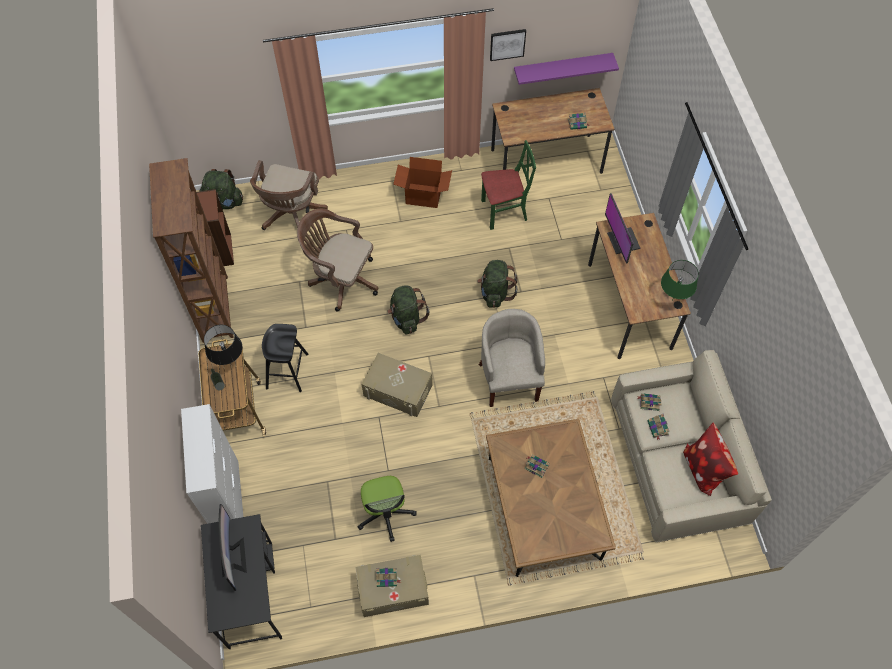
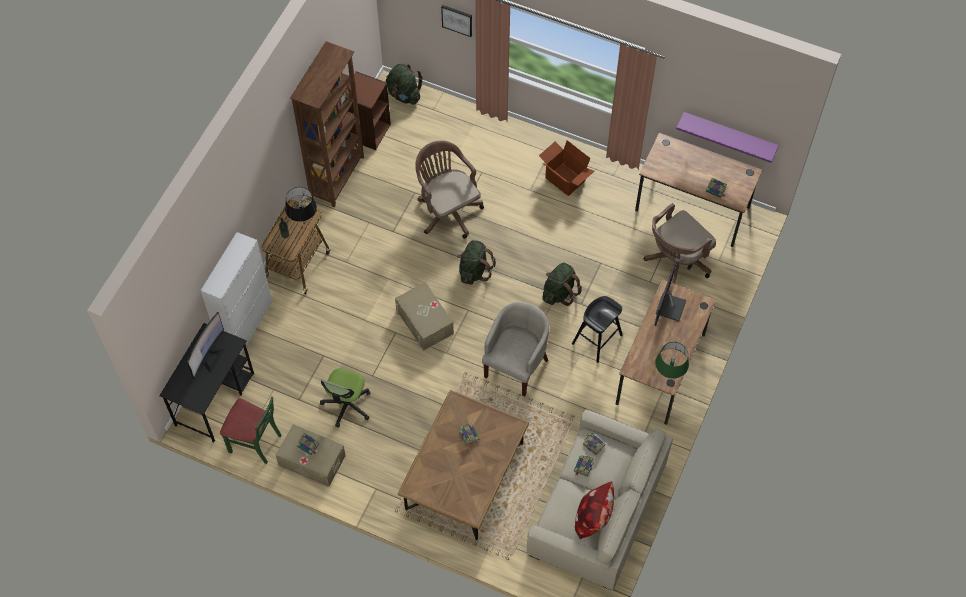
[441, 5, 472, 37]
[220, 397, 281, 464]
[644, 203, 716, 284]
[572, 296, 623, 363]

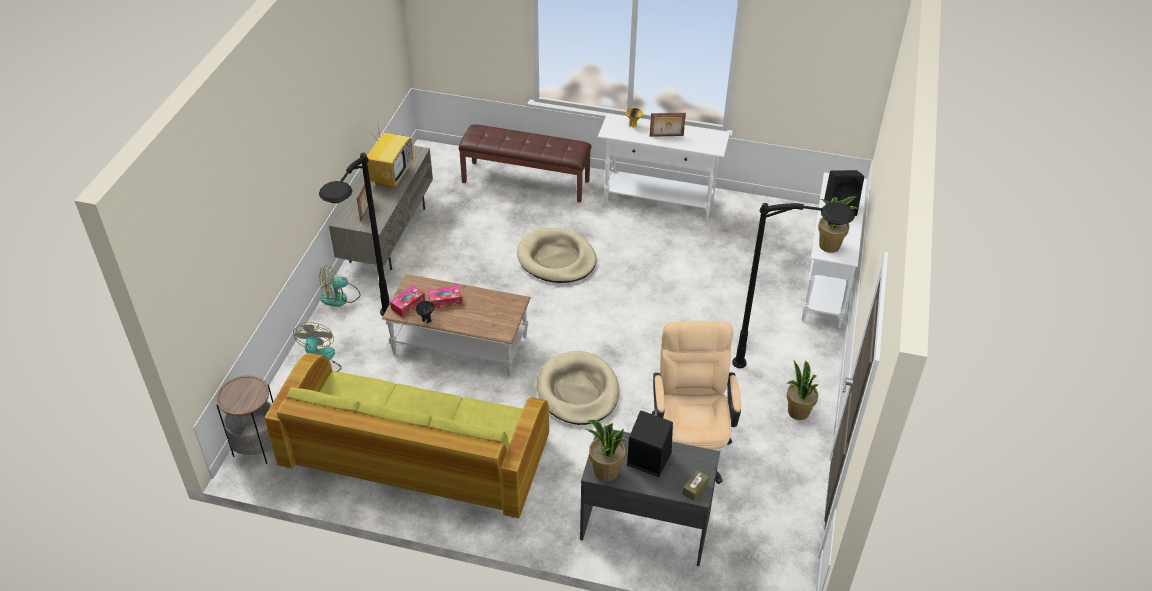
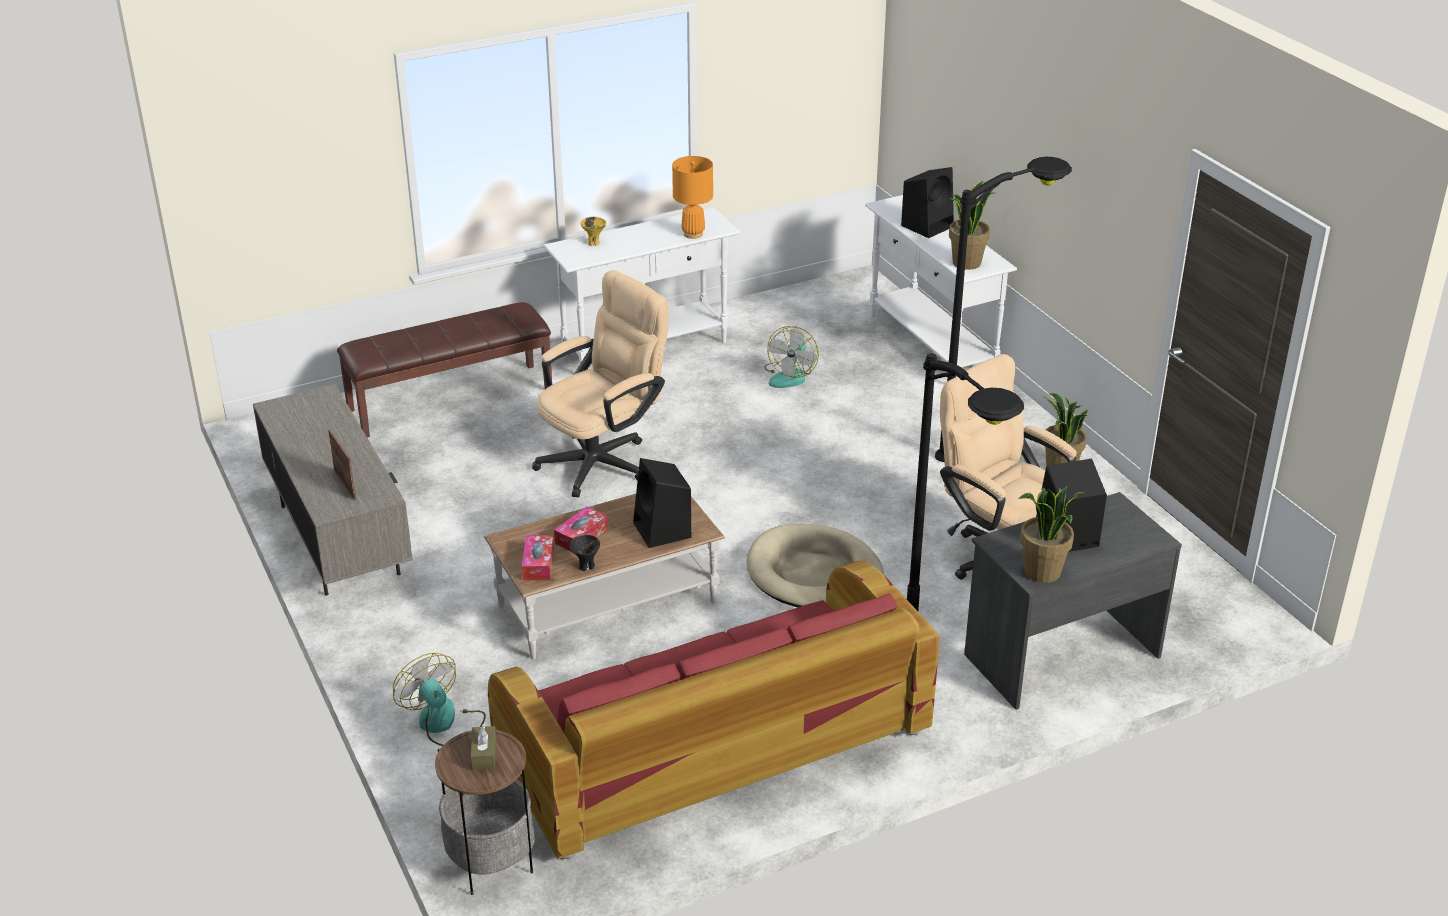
[367, 113, 413, 188] (first image)
[650, 113, 686, 137] (first image)
[907, 353, 1024, 611]
[532, 270, 669, 497]
[764, 326, 819, 388]
[488, 561, 940, 859]
[470, 724, 496, 770]
[672, 156, 713, 239]
[633, 458, 692, 548]

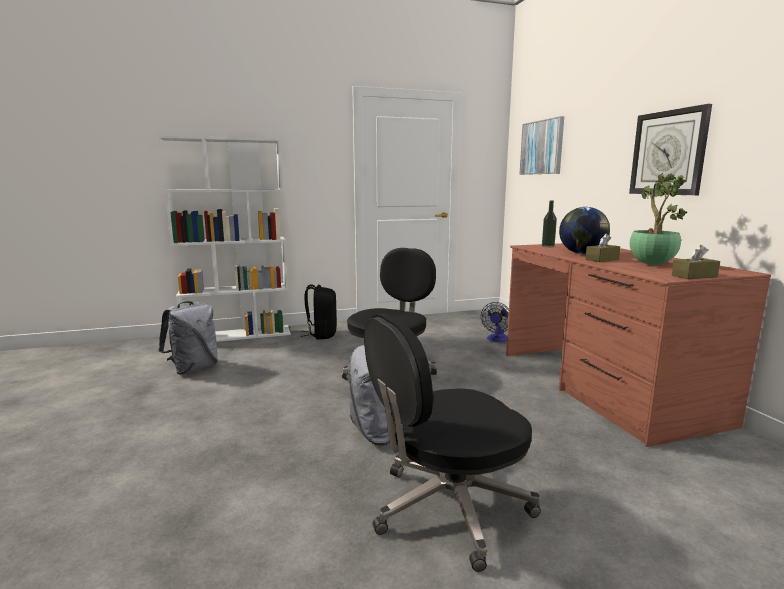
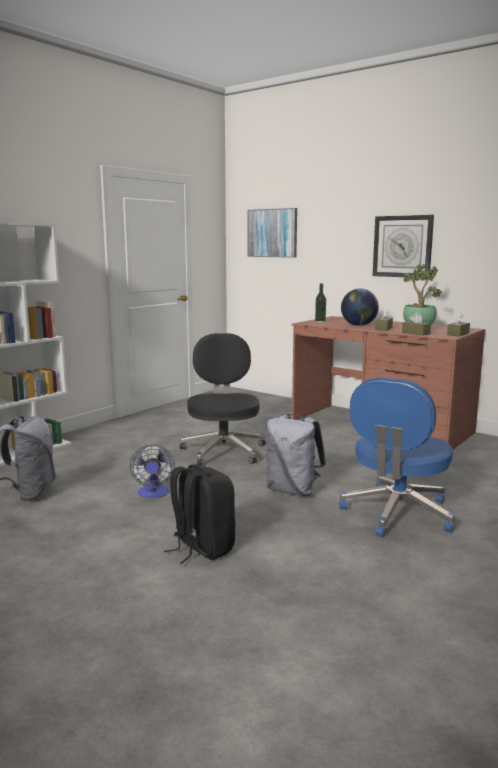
[164, 464, 236, 564]
[130, 445, 175, 498]
[339, 377, 456, 537]
[402, 313, 431, 336]

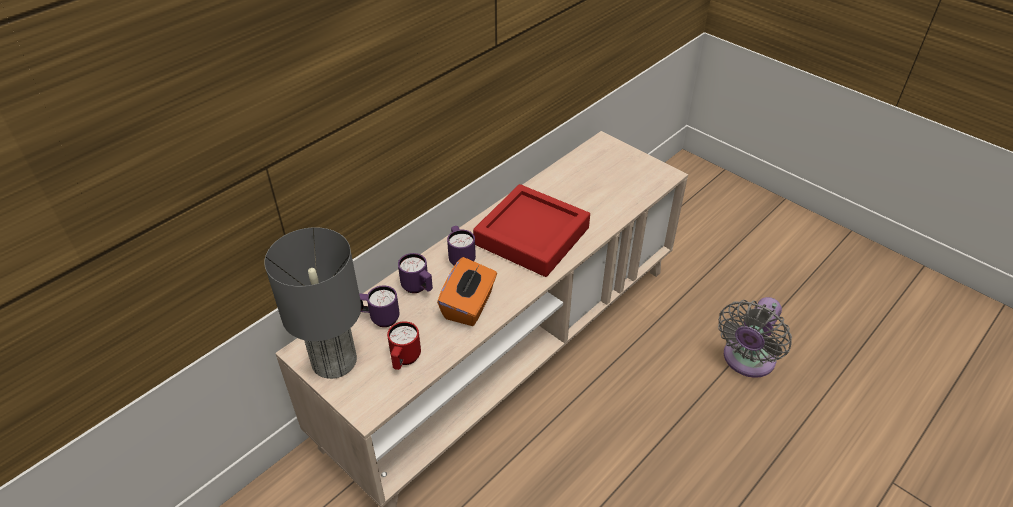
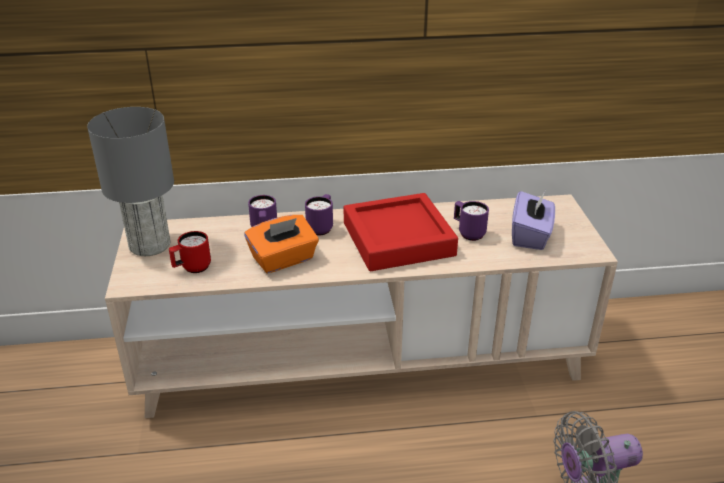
[454, 201, 489, 241]
[512, 191, 555, 250]

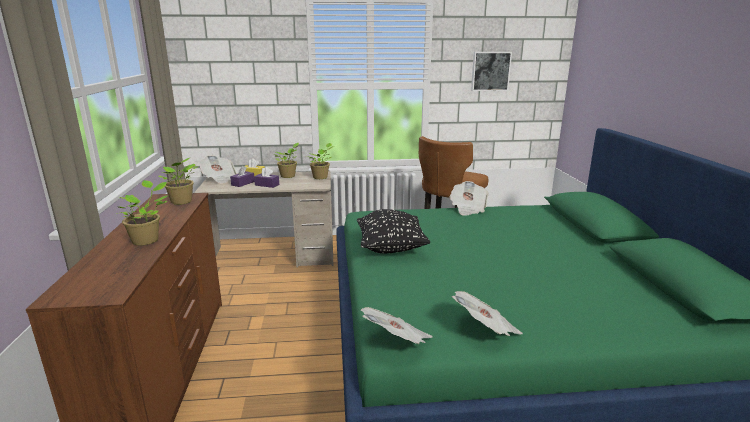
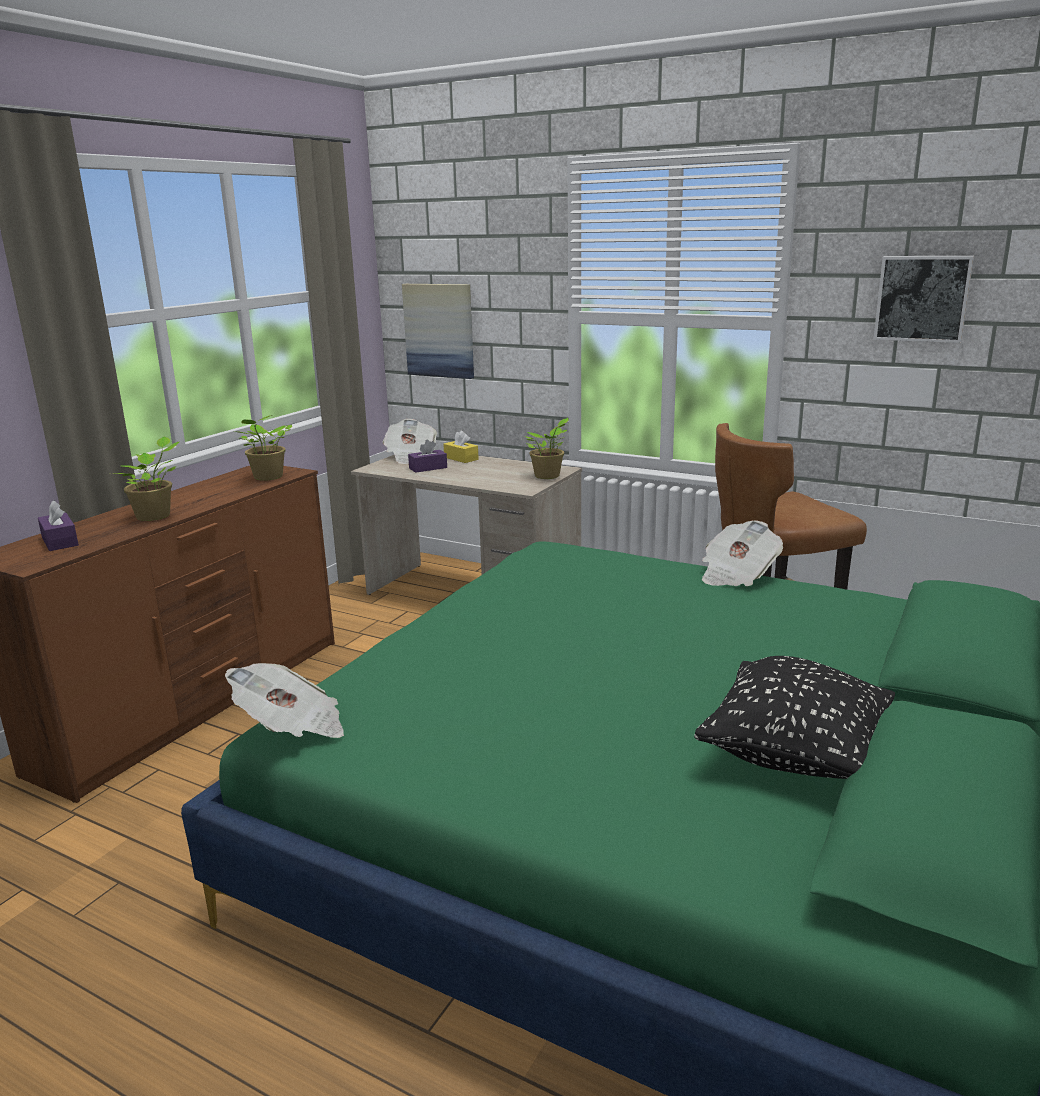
[273, 143, 299, 178] (first image)
[38, 500, 79, 551]
[694, 656, 895, 779]
[452, 291, 523, 336] (first image)
[402, 284, 474, 379]

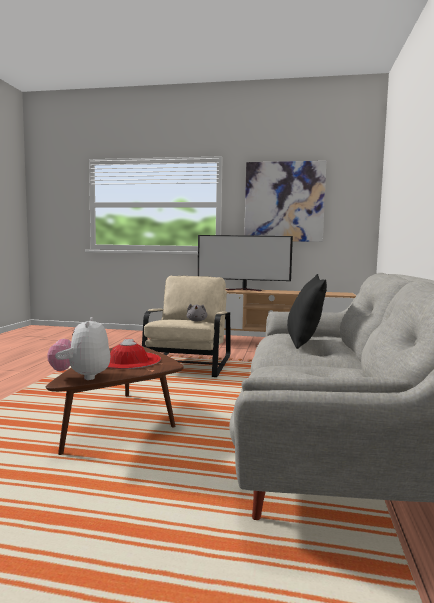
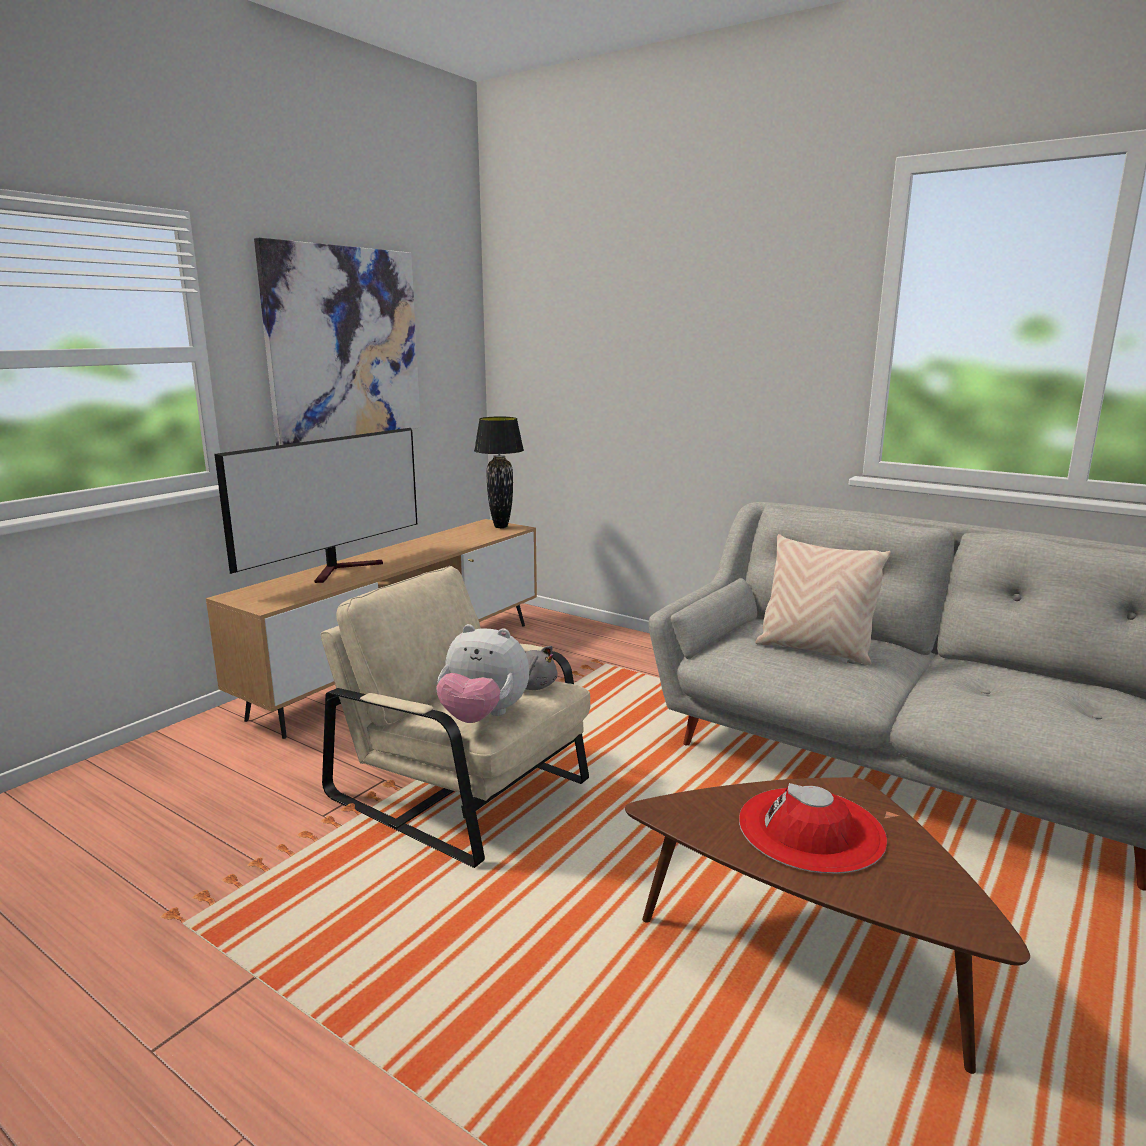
[755, 534, 891, 665]
[436, 624, 529, 723]
[474, 417, 524, 528]

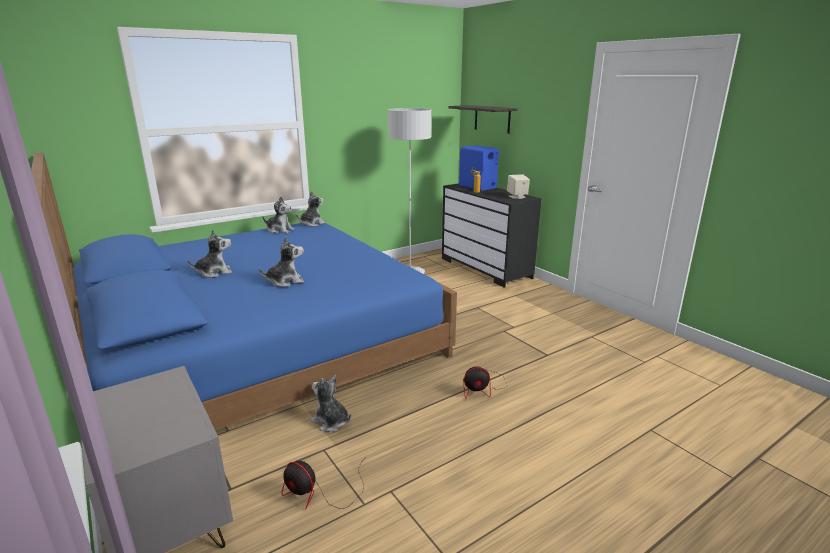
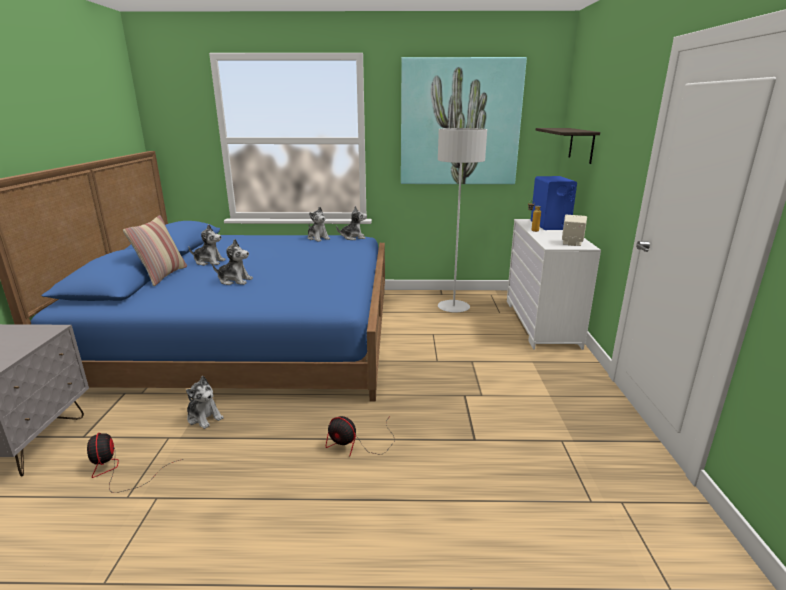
[507, 219, 601, 350]
[186, 376, 224, 429]
[401, 57, 527, 184]
[123, 215, 187, 286]

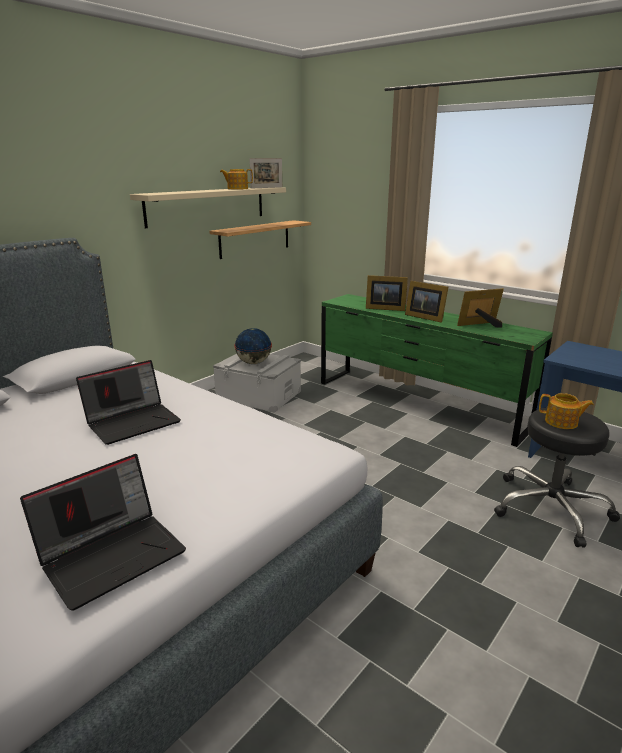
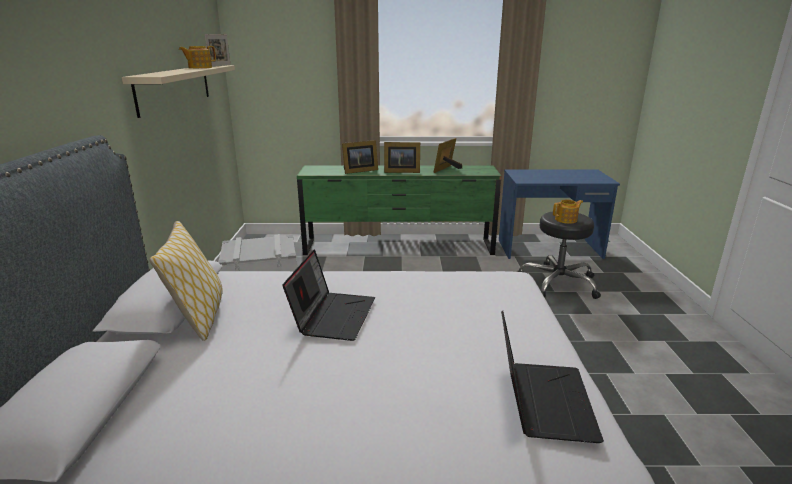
[209, 220, 311, 259] (first image)
[234, 328, 272, 364] (first image)
[149, 221, 222, 341]

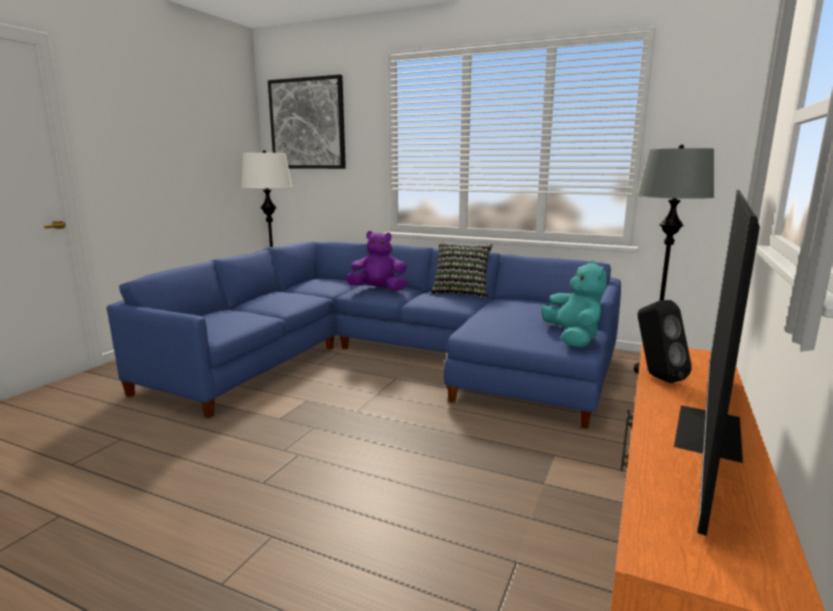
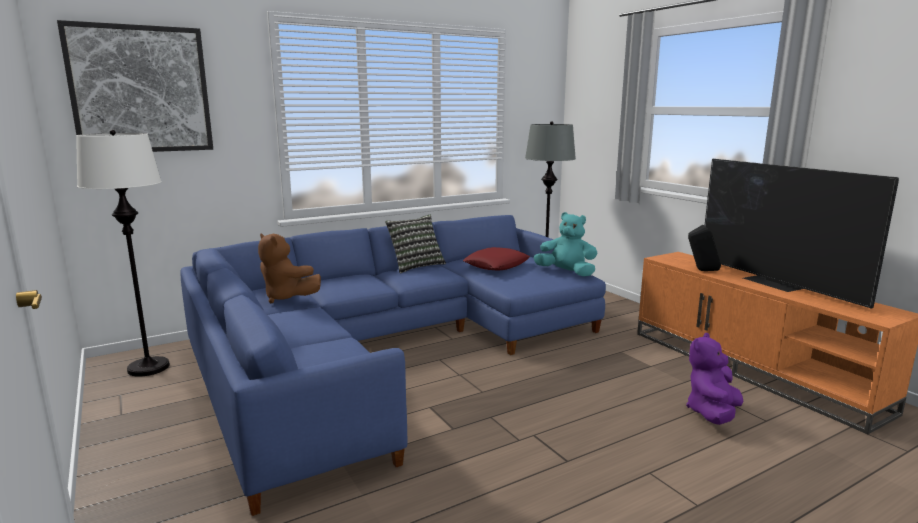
[686, 333, 743, 425]
[258, 233, 321, 303]
[463, 247, 530, 271]

